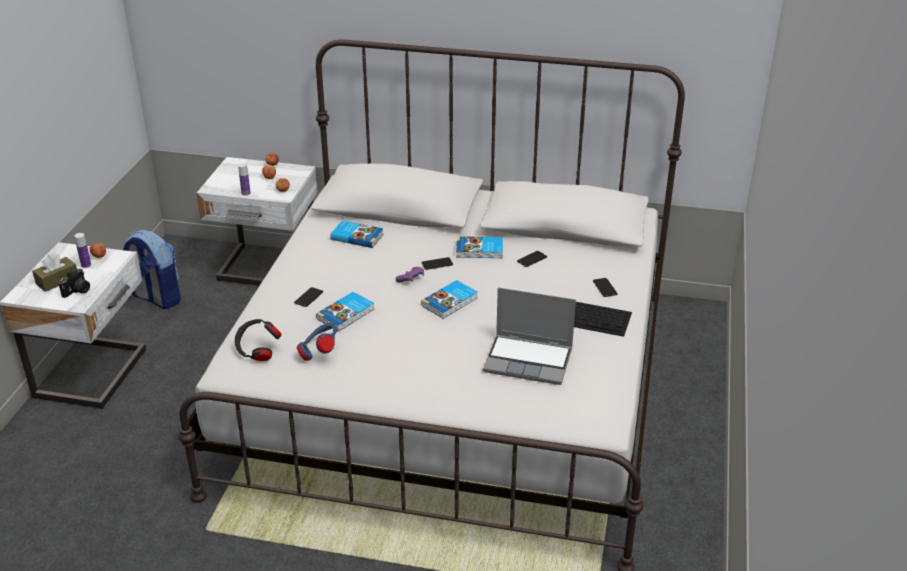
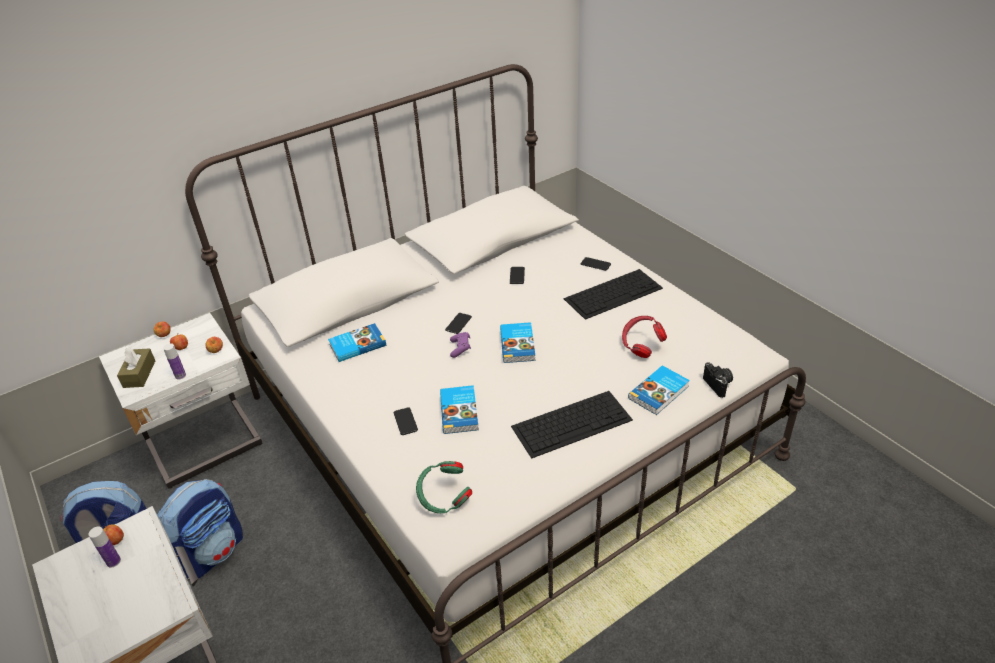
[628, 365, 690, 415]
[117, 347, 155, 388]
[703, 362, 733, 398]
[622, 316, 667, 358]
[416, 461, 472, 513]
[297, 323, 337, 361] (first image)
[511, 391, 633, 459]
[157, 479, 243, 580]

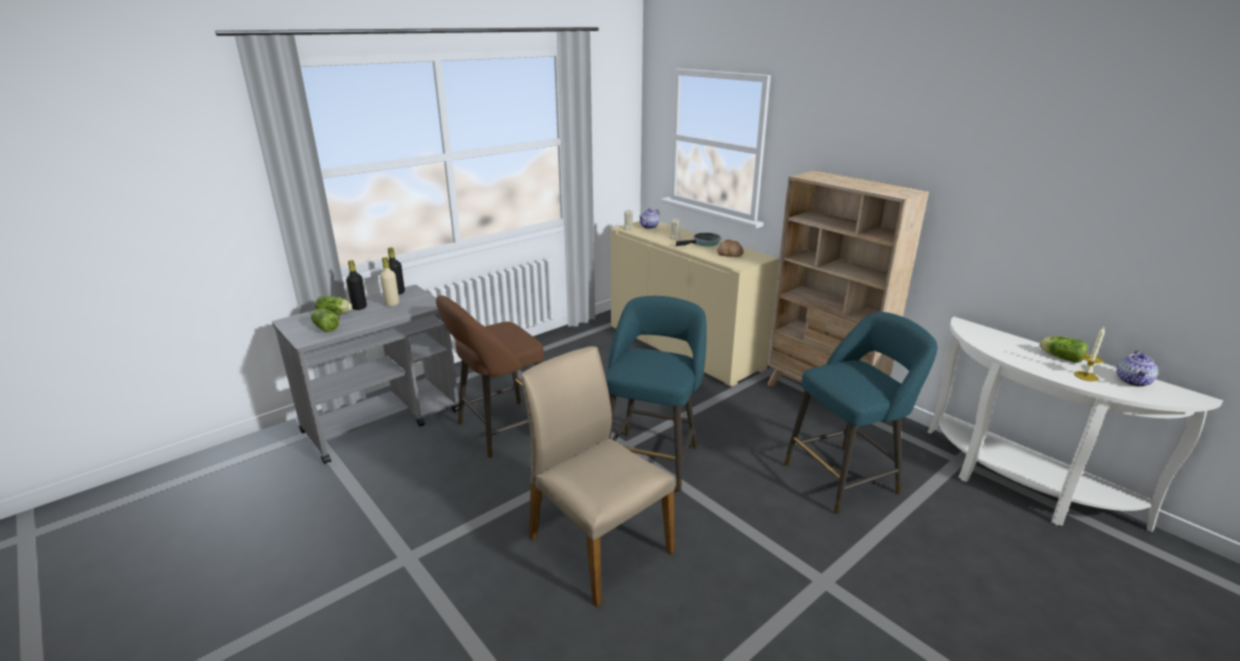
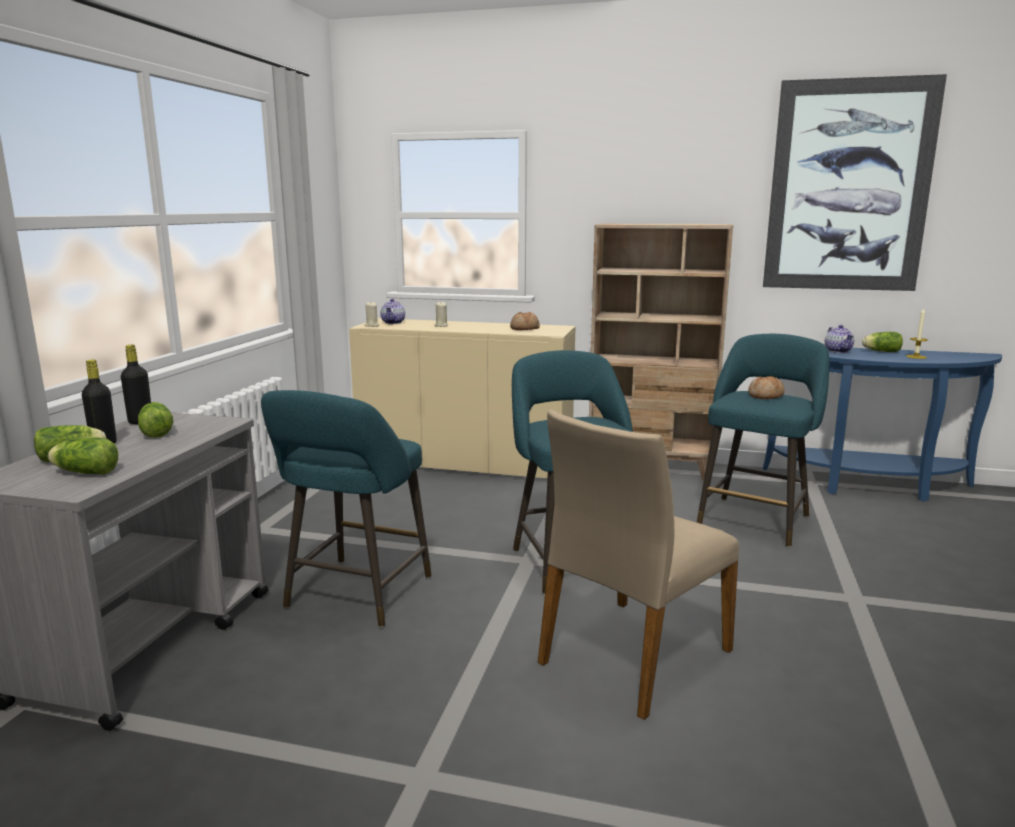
[676, 232, 721, 246] (first image)
[138, 402, 173, 438]
[261, 390, 431, 628]
[763, 348, 1002, 502]
[538, 409, 739, 720]
[825, 325, 854, 353]
[763, 74, 947, 291]
[748, 376, 785, 399]

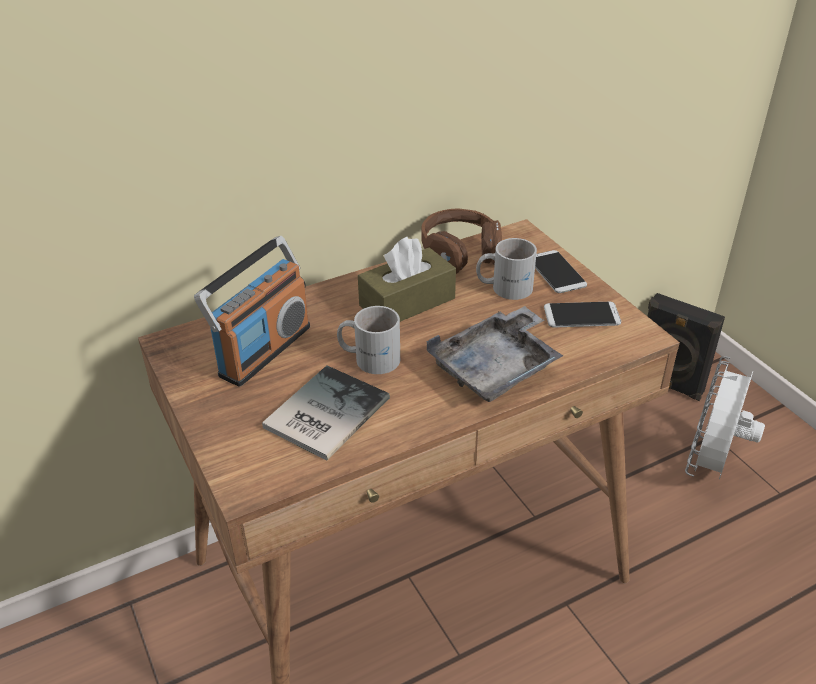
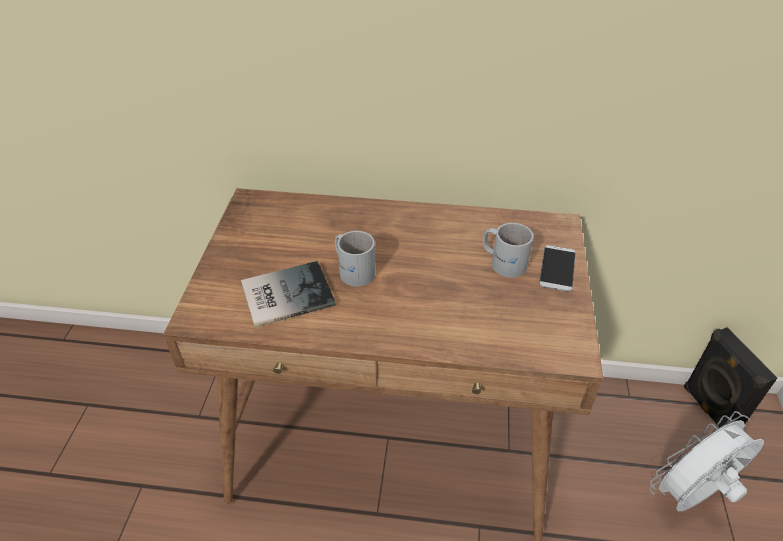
[422, 208, 502, 274] (first image)
[194, 236, 310, 387] (first image)
[358, 237, 456, 322] (first image)
[544, 302, 621, 327] (first image)
[426, 306, 563, 402] (first image)

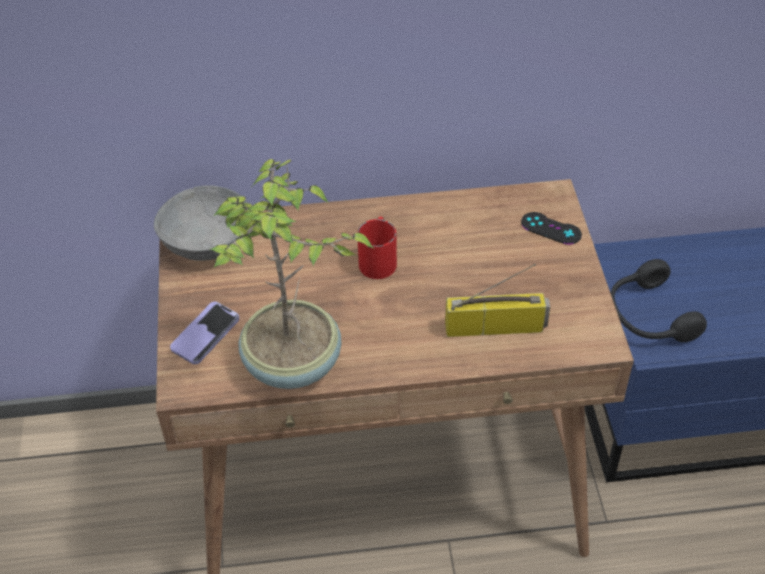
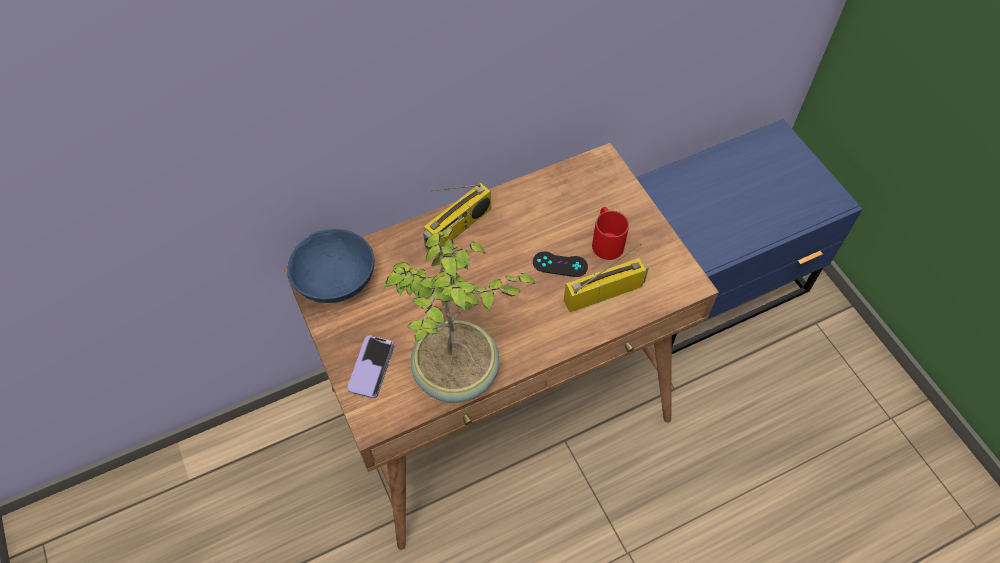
[287, 229, 374, 303]
[533, 251, 588, 277]
[592, 207, 629, 260]
[611, 259, 707, 342] (first image)
[423, 183, 491, 250]

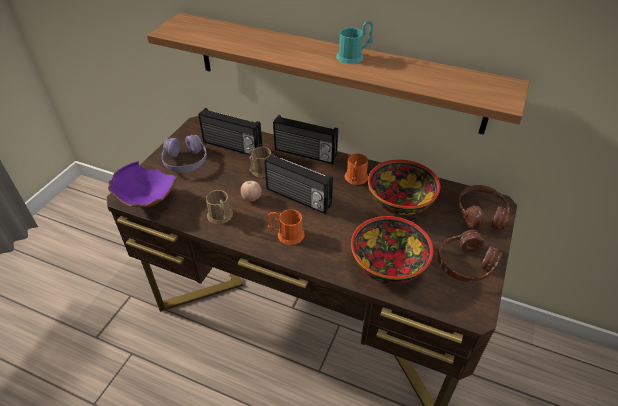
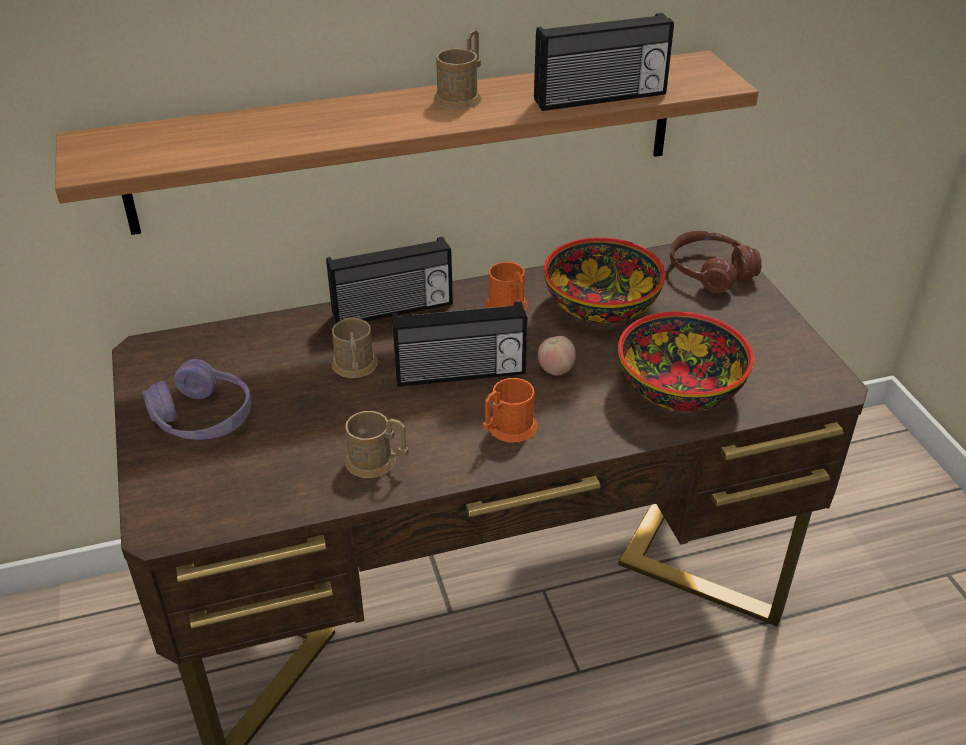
[433, 30, 482, 110]
[534, 13, 674, 111]
[108, 161, 178, 208] (first image)
[538, 336, 576, 376]
[438, 230, 503, 282] (first image)

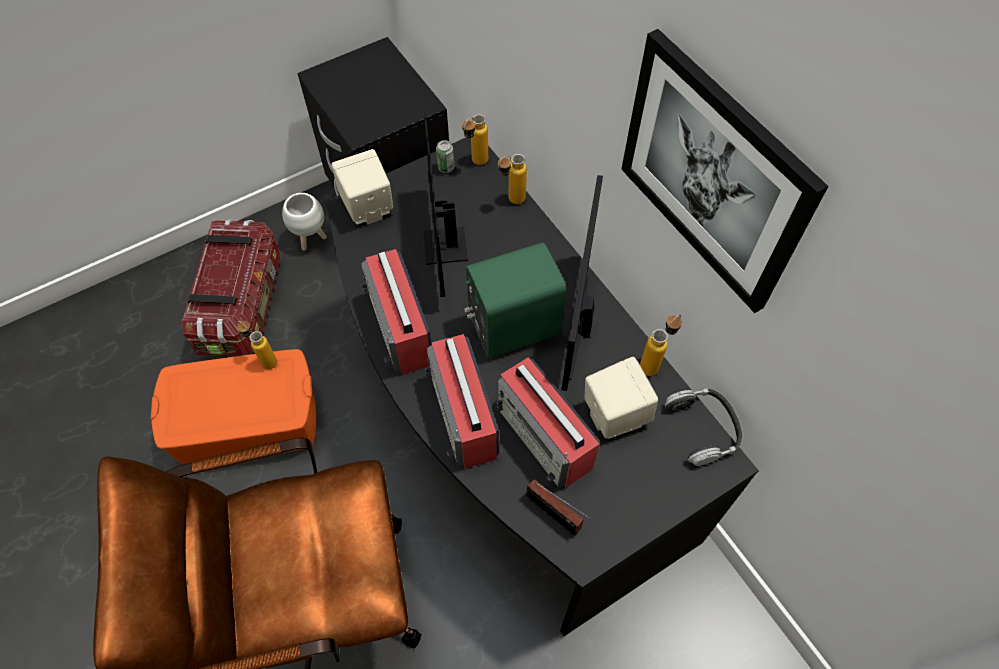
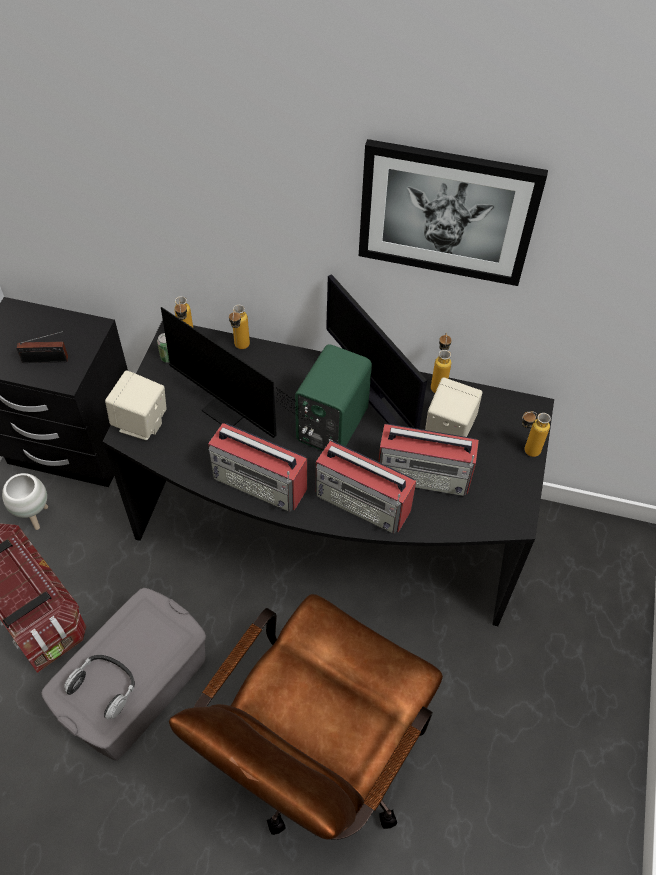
[522, 412, 551, 457]
[41, 588, 206, 760]
[64, 655, 135, 720]
[17, 331, 68, 363]

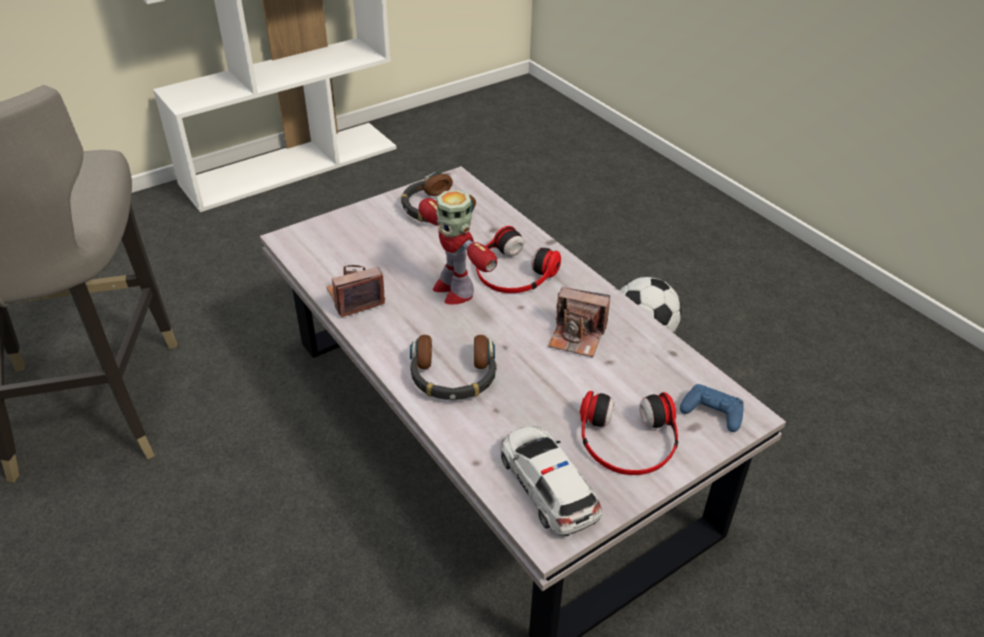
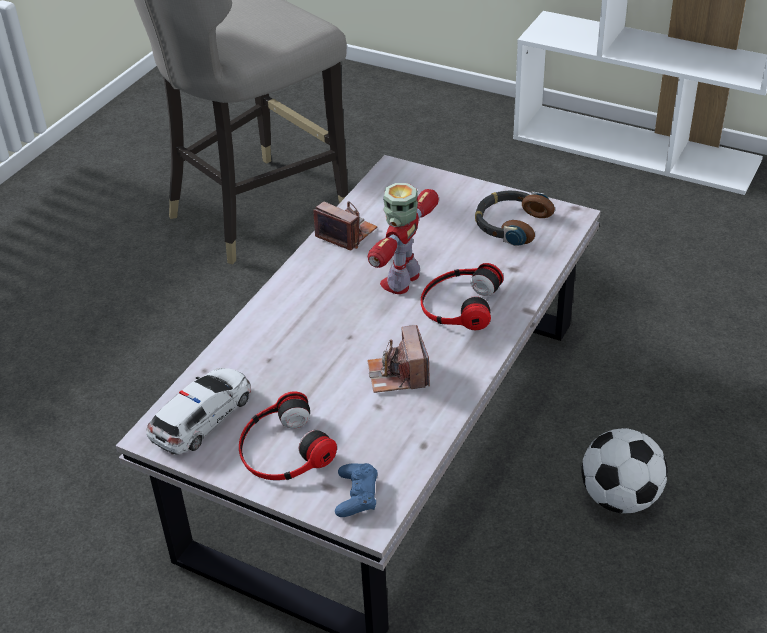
[410, 335, 497, 400] (first image)

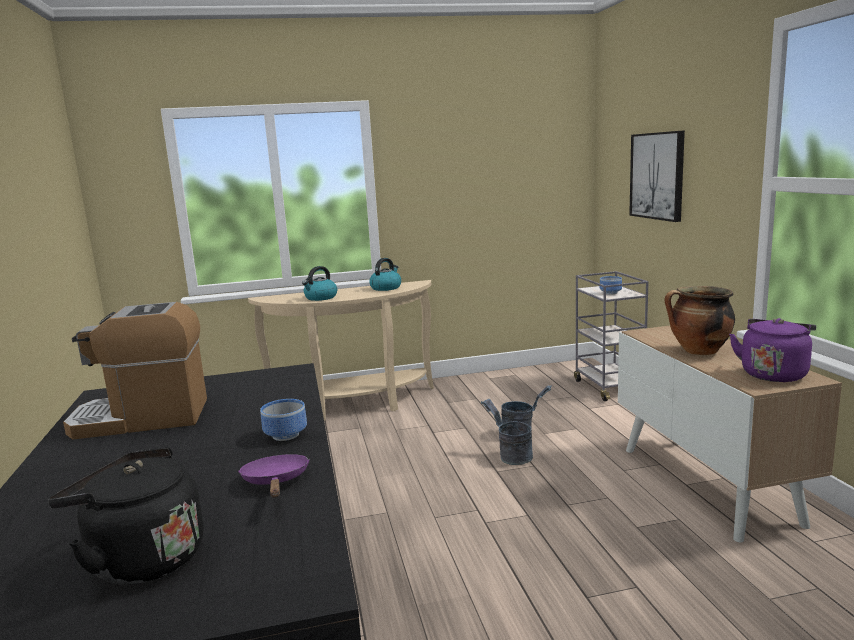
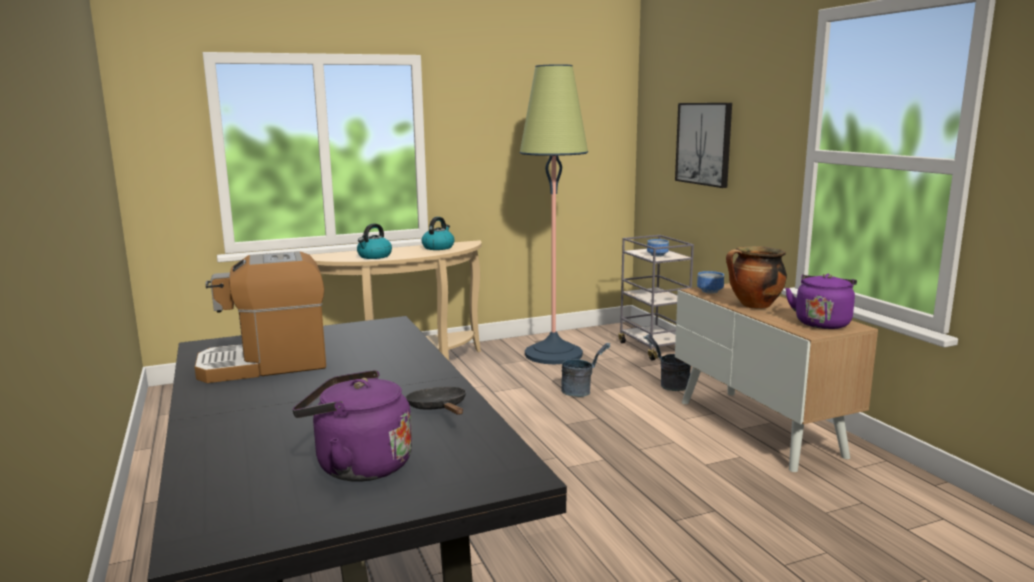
[697, 271, 724, 294]
[643, 334, 691, 391]
[293, 370, 412, 482]
[405, 387, 466, 415]
[520, 64, 588, 365]

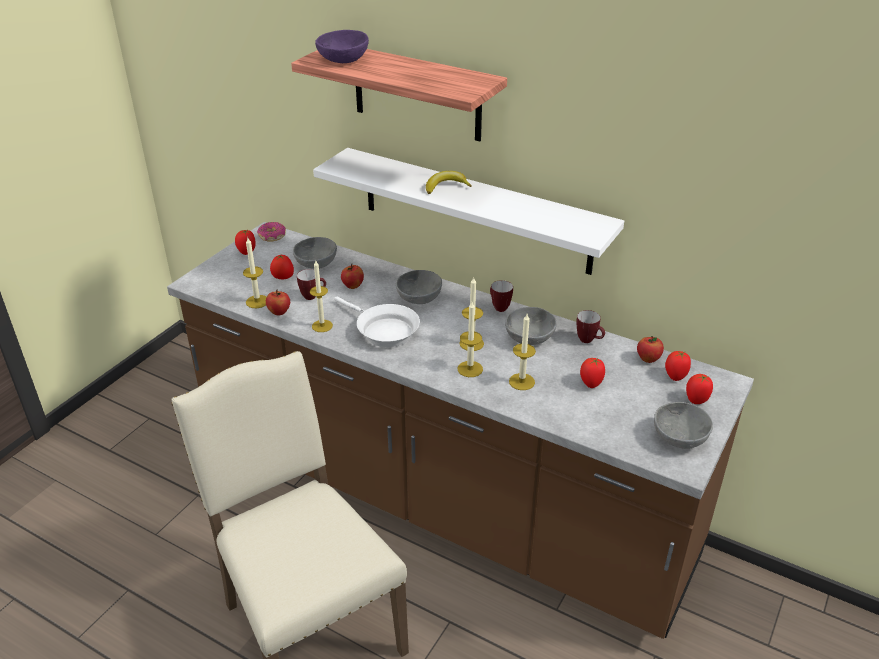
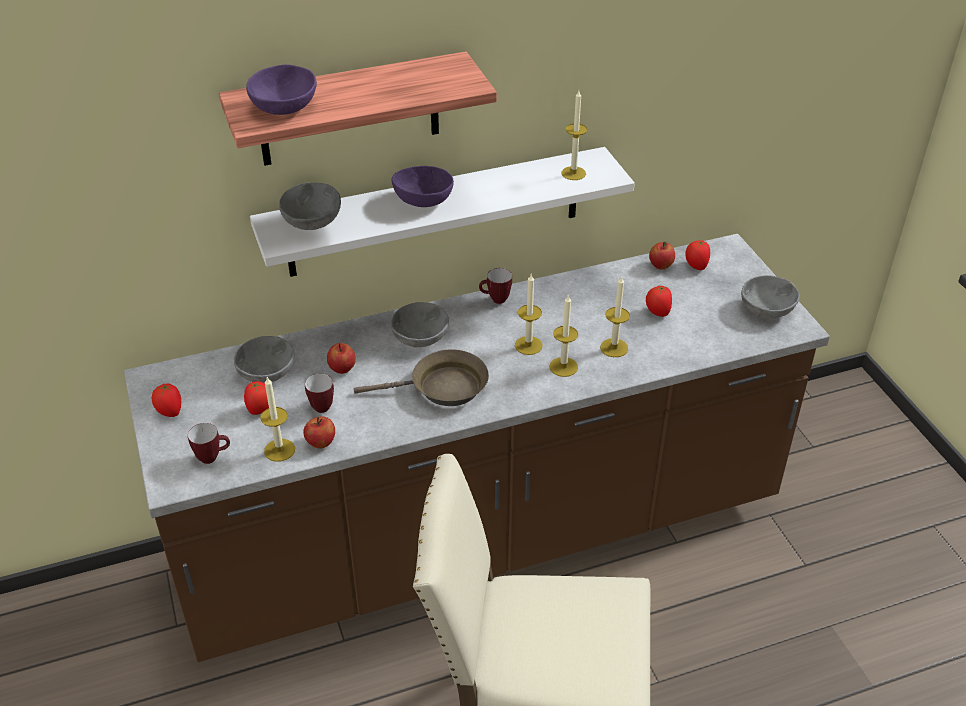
[392, 166, 454, 207]
[257, 222, 286, 241] (first image)
[561, 91, 587, 180]
[354, 349, 489, 406]
[279, 182, 341, 230]
[188, 423, 230, 464]
[686, 374, 713, 404] (first image)

